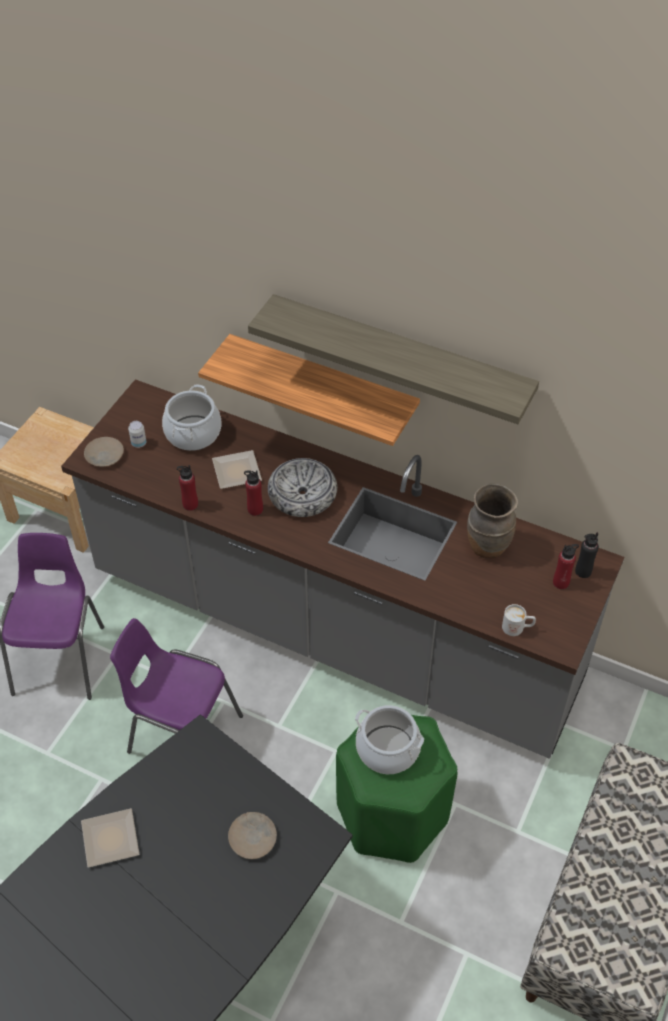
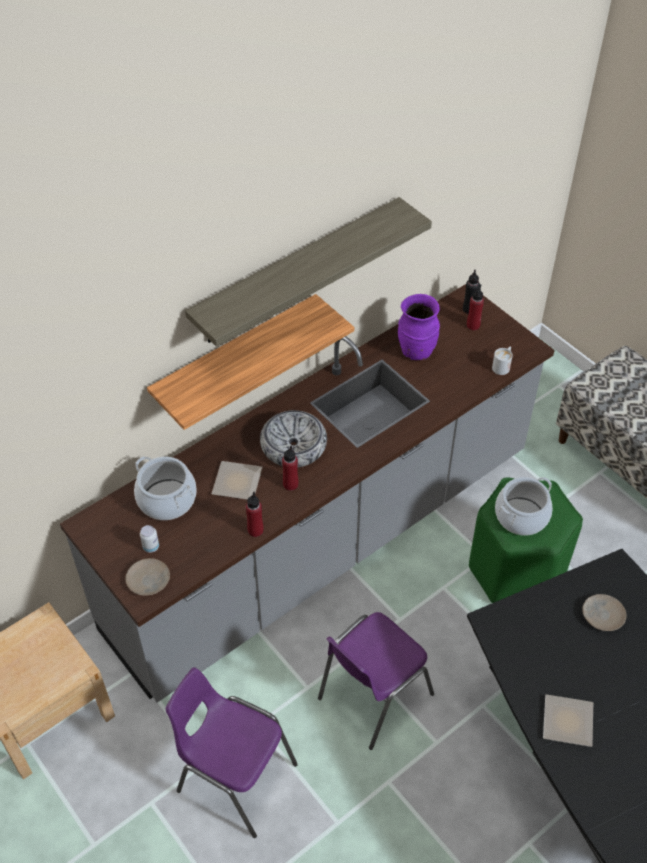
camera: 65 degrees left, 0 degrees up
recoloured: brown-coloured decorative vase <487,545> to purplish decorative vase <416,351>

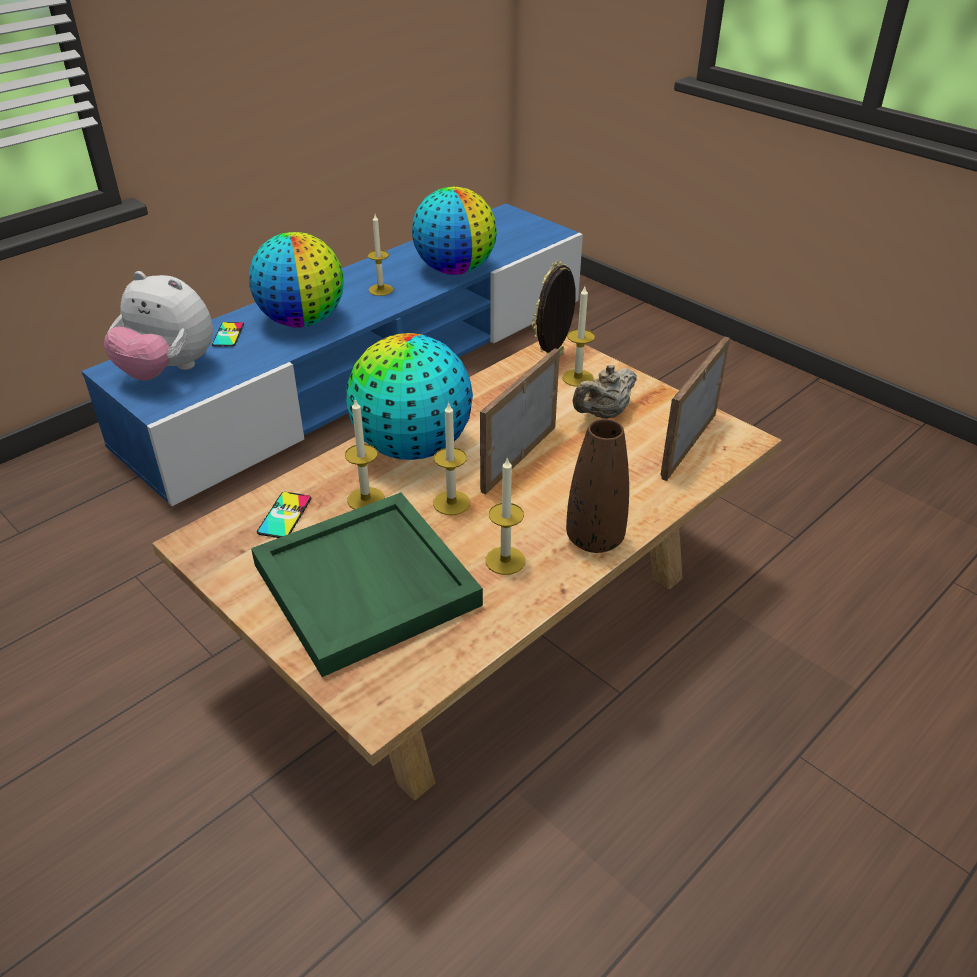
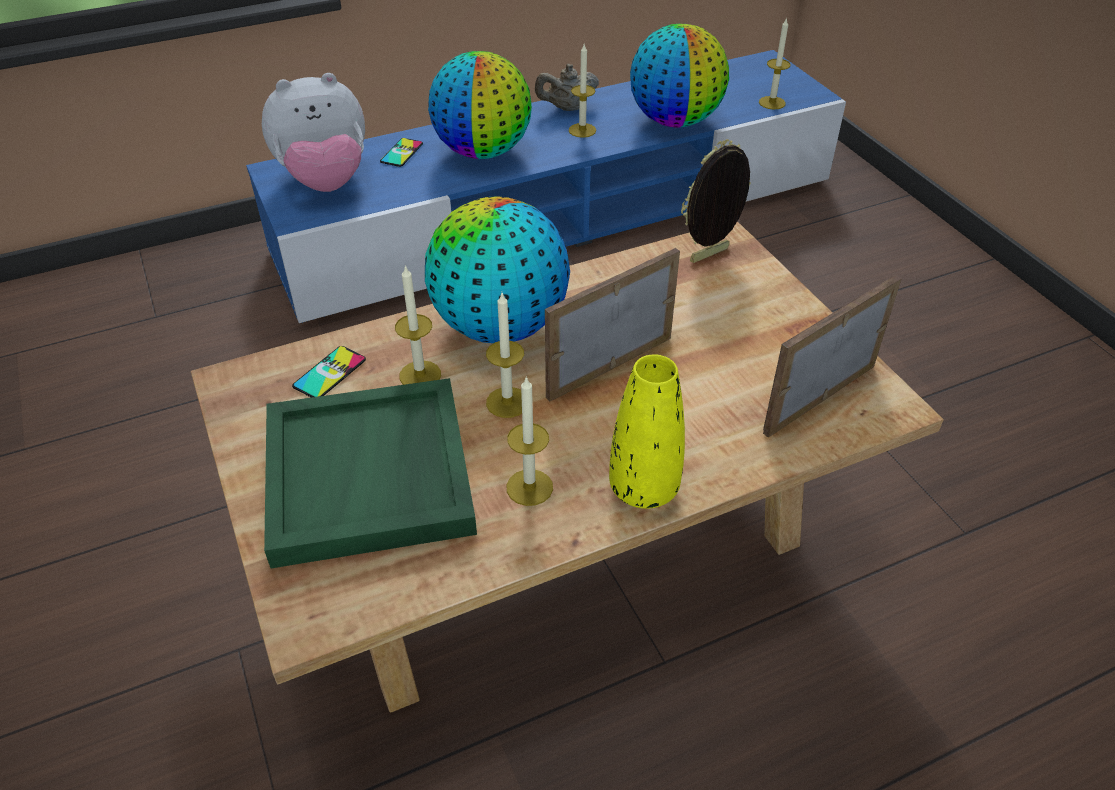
camera: 20 degrees right, 5 degrees up
moved: candle <577,378> to <772,103>; beige-coloured teapot <603,414> to <567,108>
recoloured: brown-coloured decorative vase <594,539> to yellow decorative vase <643,489>
turned: soft toy <168,371> = <325,181> 60 degrees counterclockwise

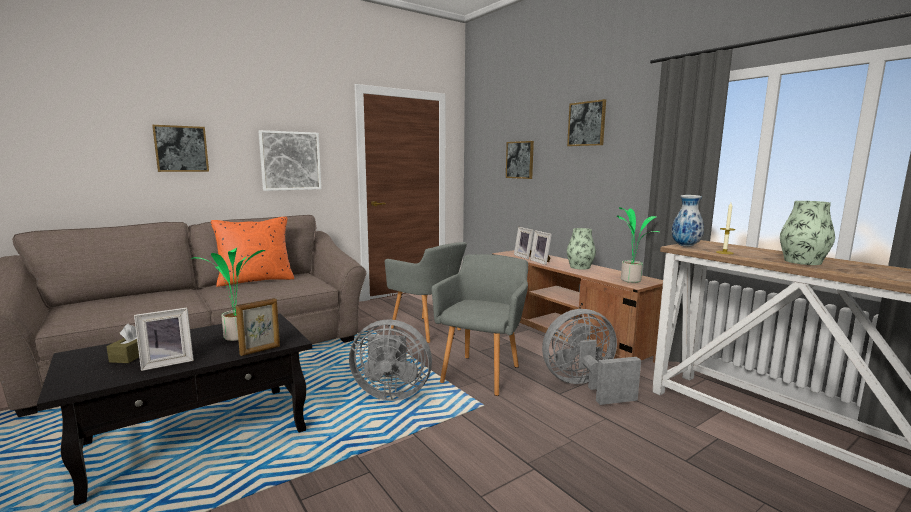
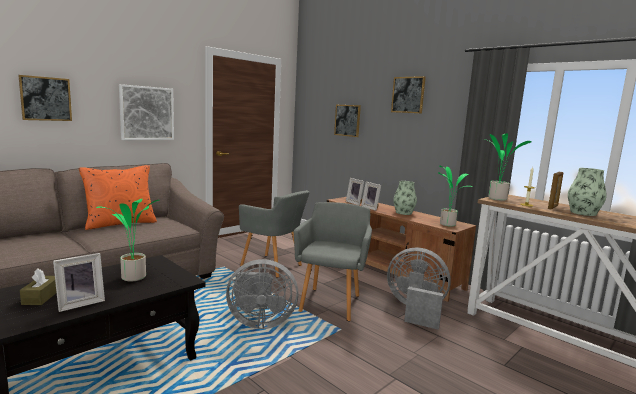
camera: 10 degrees left, 0 degrees up
moved: photo frame <260,350> to <553,207>
replaced: decorative vase <686,246> to potted plant <496,199>
turned: grey electric fan <585,386> = <415,310> 45 degrees clockwise

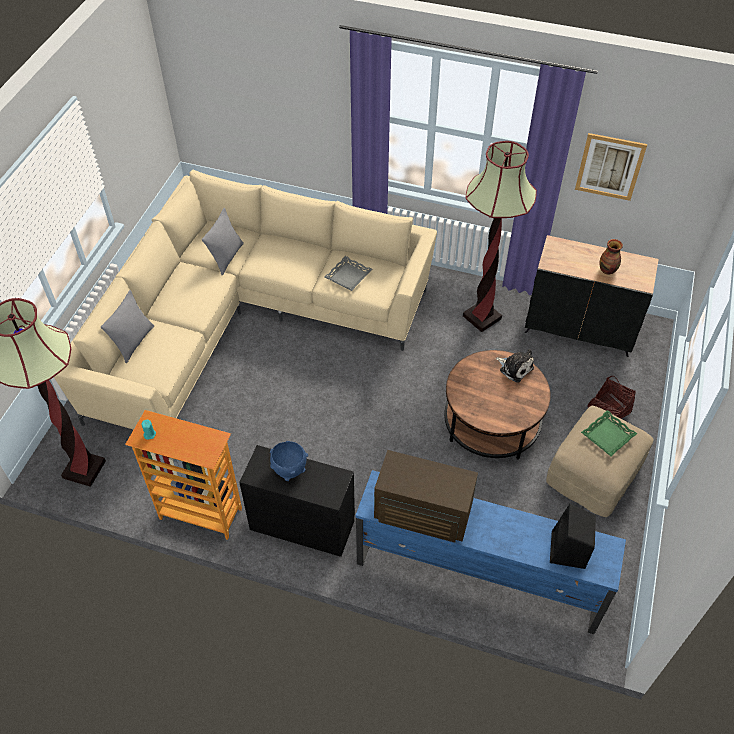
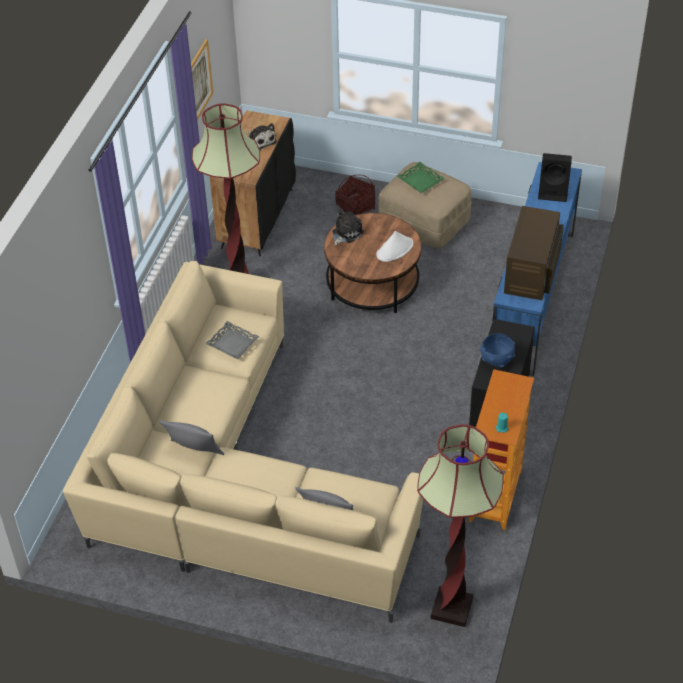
camera: 90 degrees left, 5 degrees down
added: white clothing hat <395,249>
replaced: decorative vase <608,270> to soft toy <260,141>

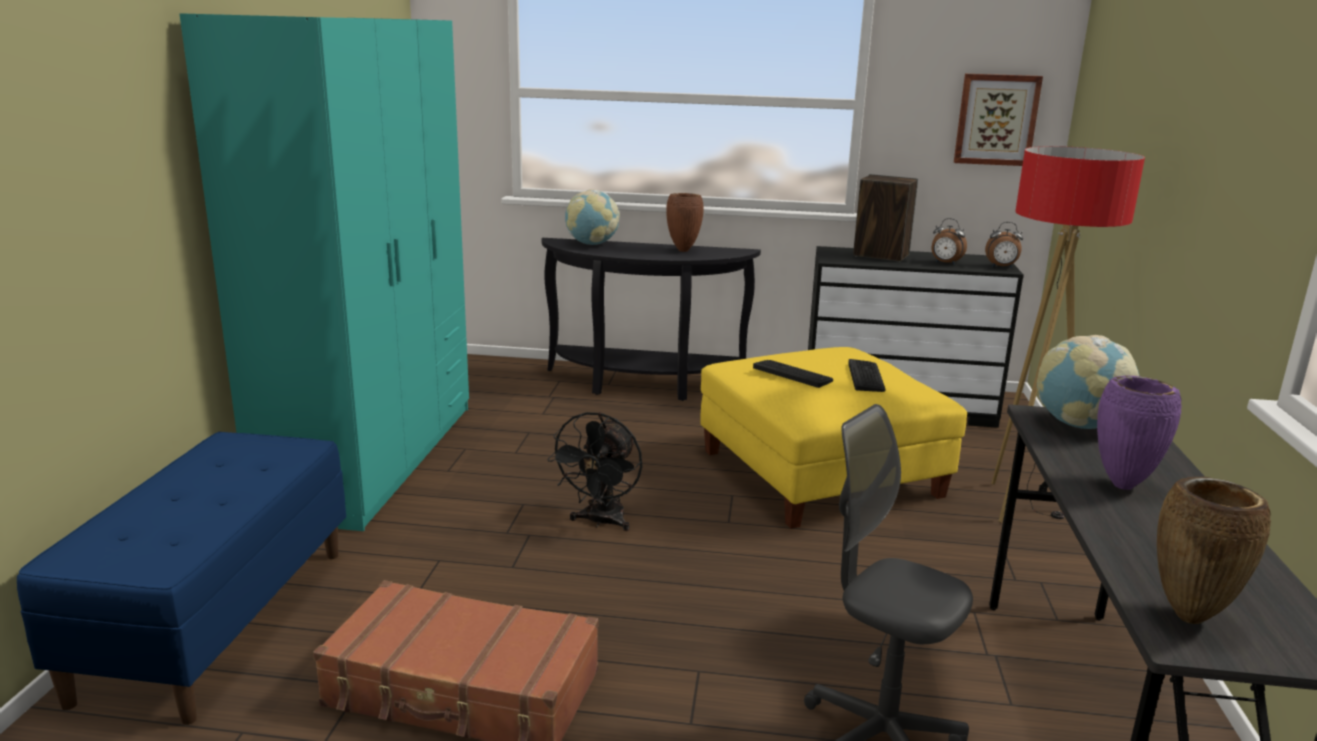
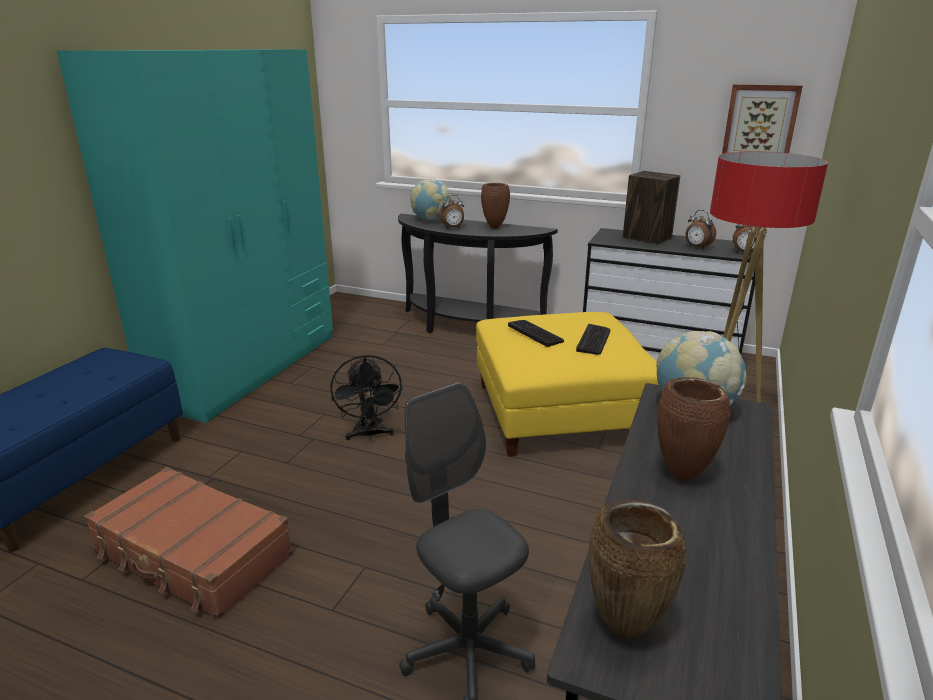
camera: 15 degrees right, 5 degrees up
added: bedside clock <452,228>
recoloured: purplish decorative vase <1123,485> to brown-coloured decorative vase <683,476>
turned: blackish electric fan <601,522> = <369,434> 45 degrees counterclockwise

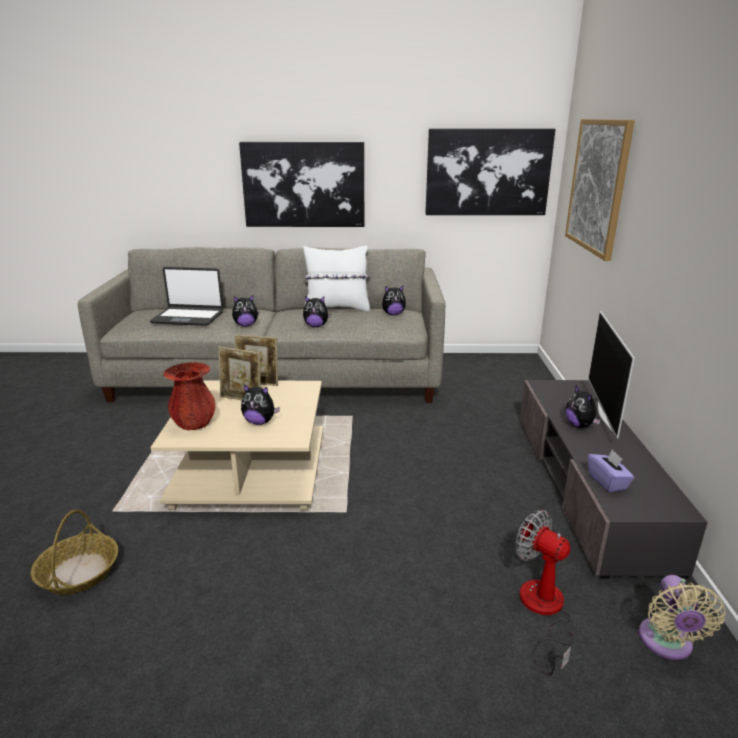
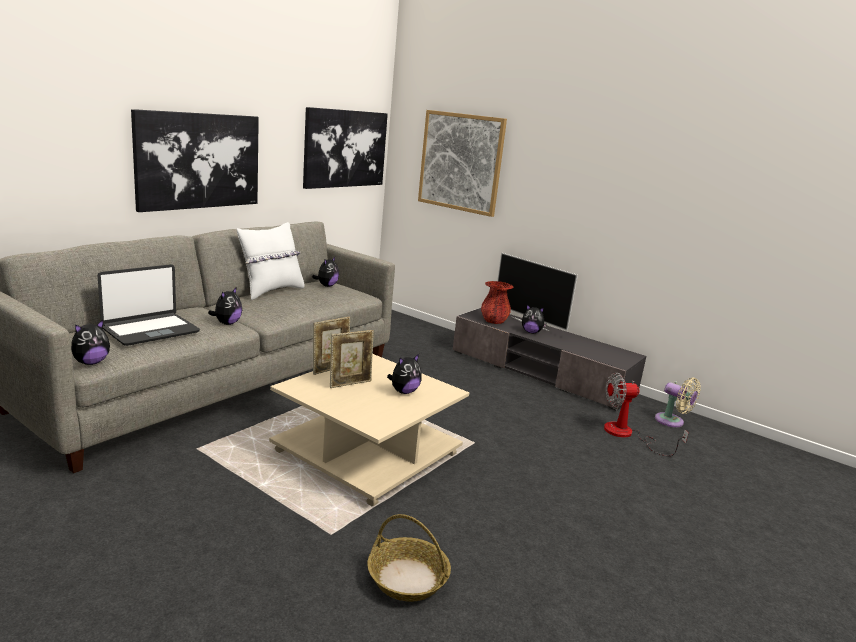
camera: 55 degrees left, 5 degrees down
removed: purplish tissue box <607,482>
moved: red decorative vase <194,424> to <494,321>; soft toy <316,326> to <91,362>

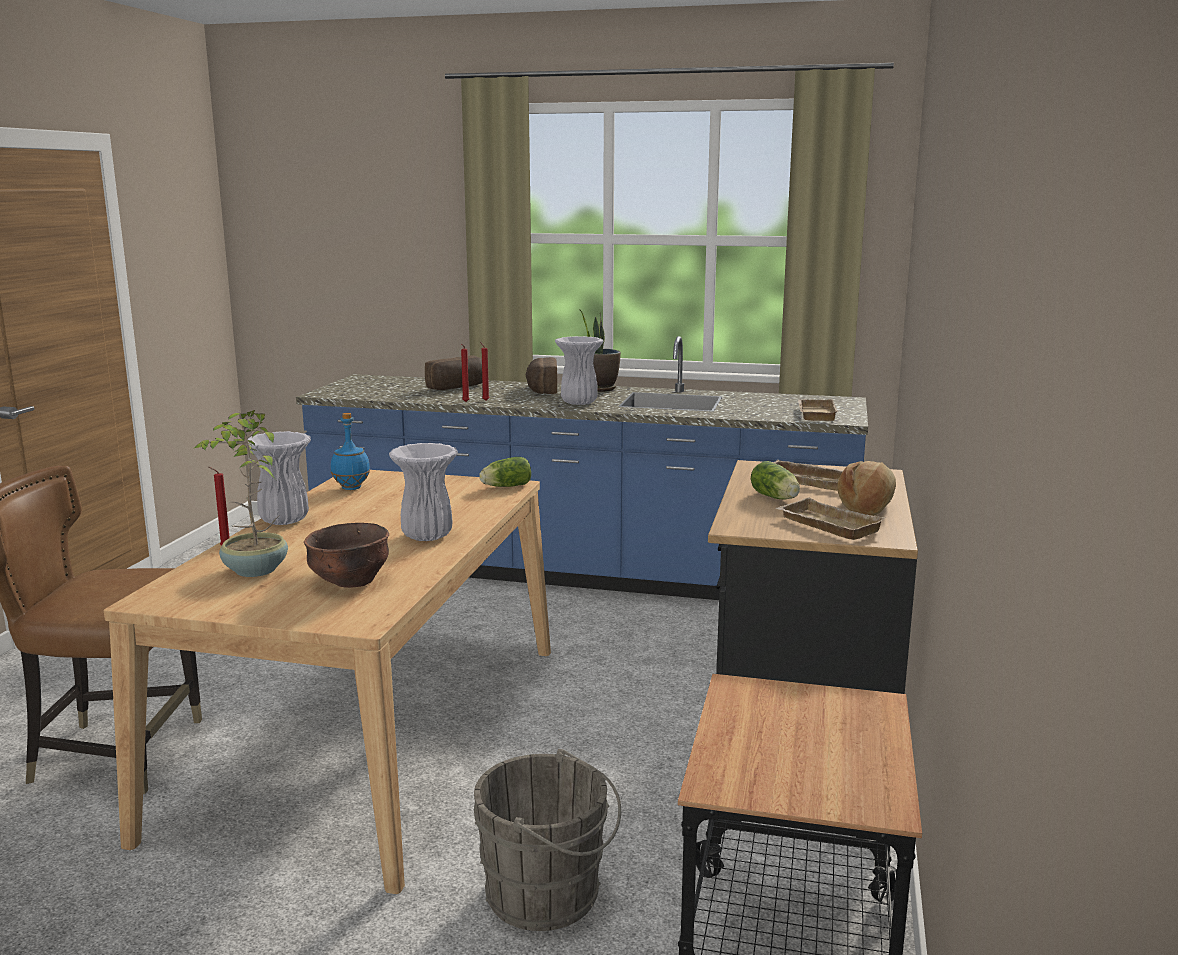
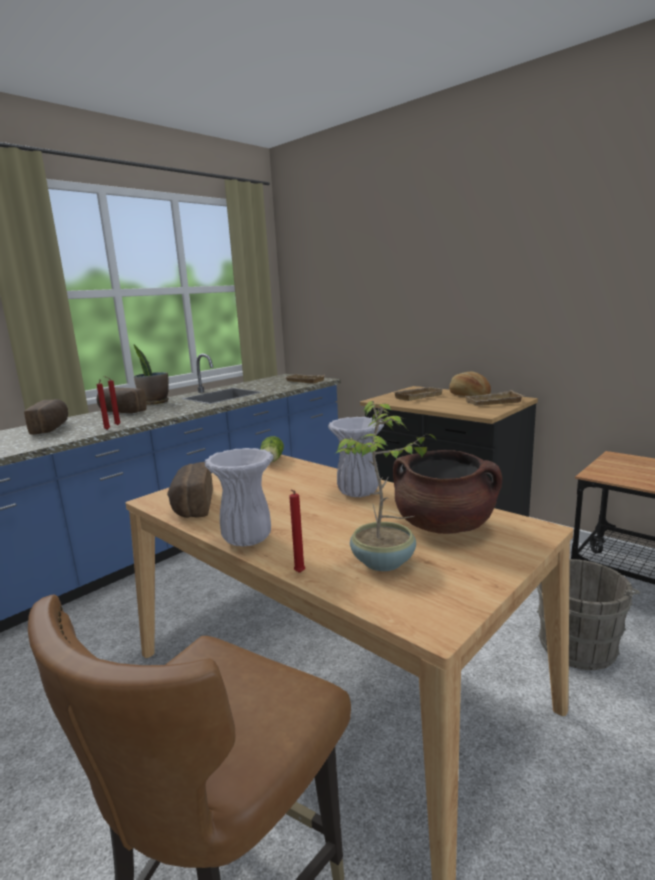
camera: 60 degrees left, 0 degrees up
removed: white decorative vase <578,403>; lettuce <776,498>
replaced: brown-coloured deep dish <350,582> to brown-coloured cooking pot <444,526>; bluish bottle <352,488> to baked bread <192,505>

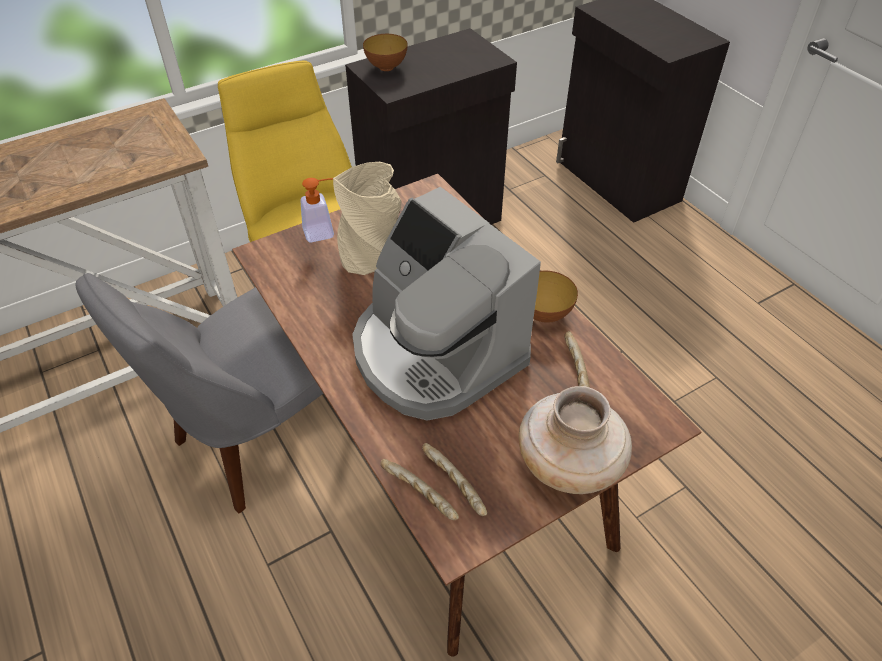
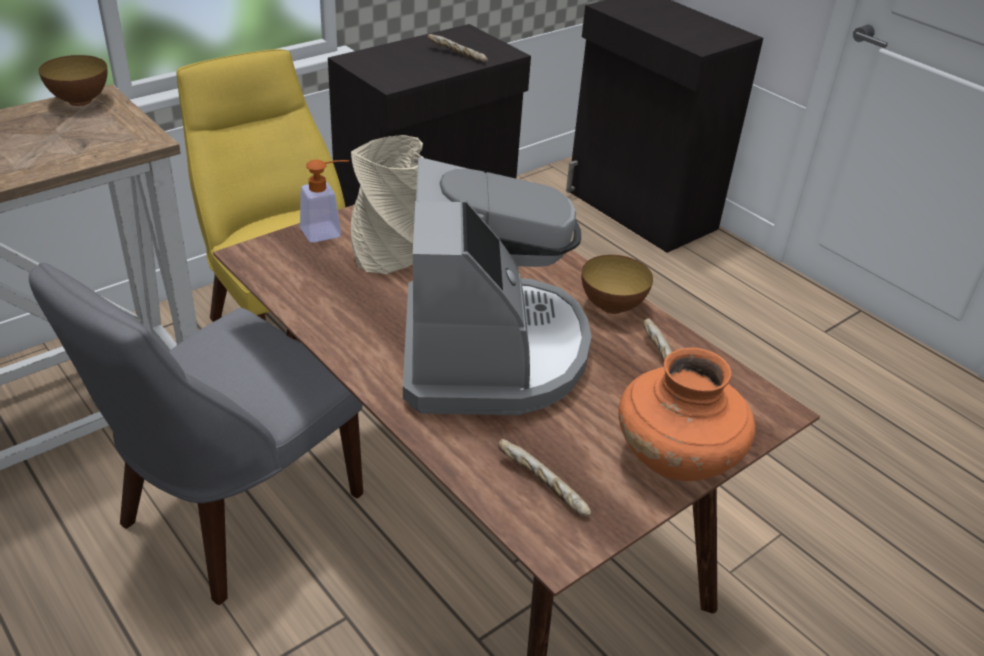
camera: 10 degrees left, 10 degrees down
moved: deep dish <386,67> to <80,101>; baked bread <419,495> to <456,55>
recoloured: beige-coloured decorative vase <569,466> to orange decorative vase <676,459>
turned: coffee machine <435,353> = <490,351> 135 degrees counterclockwise

